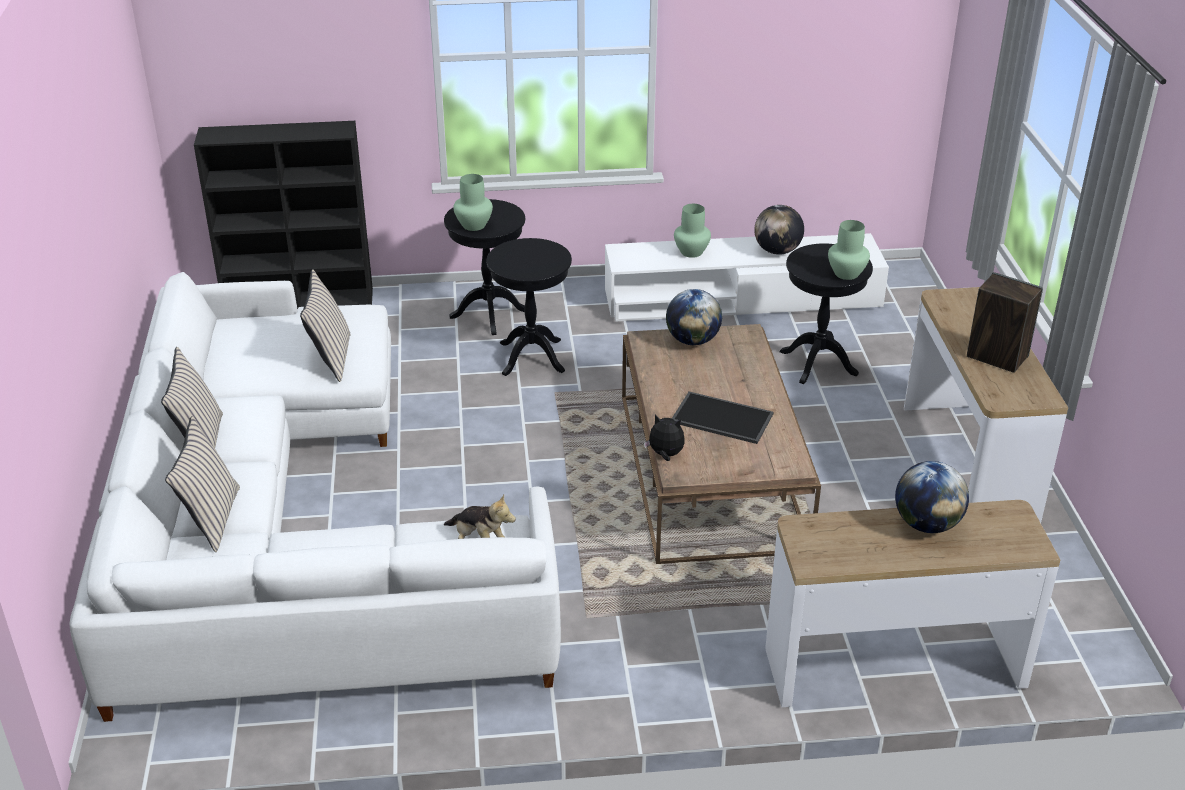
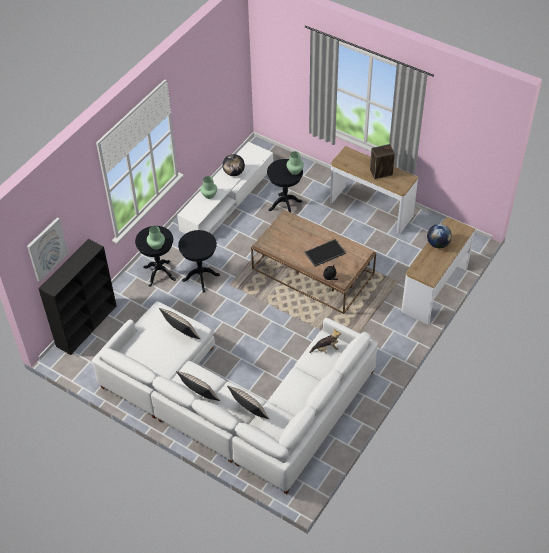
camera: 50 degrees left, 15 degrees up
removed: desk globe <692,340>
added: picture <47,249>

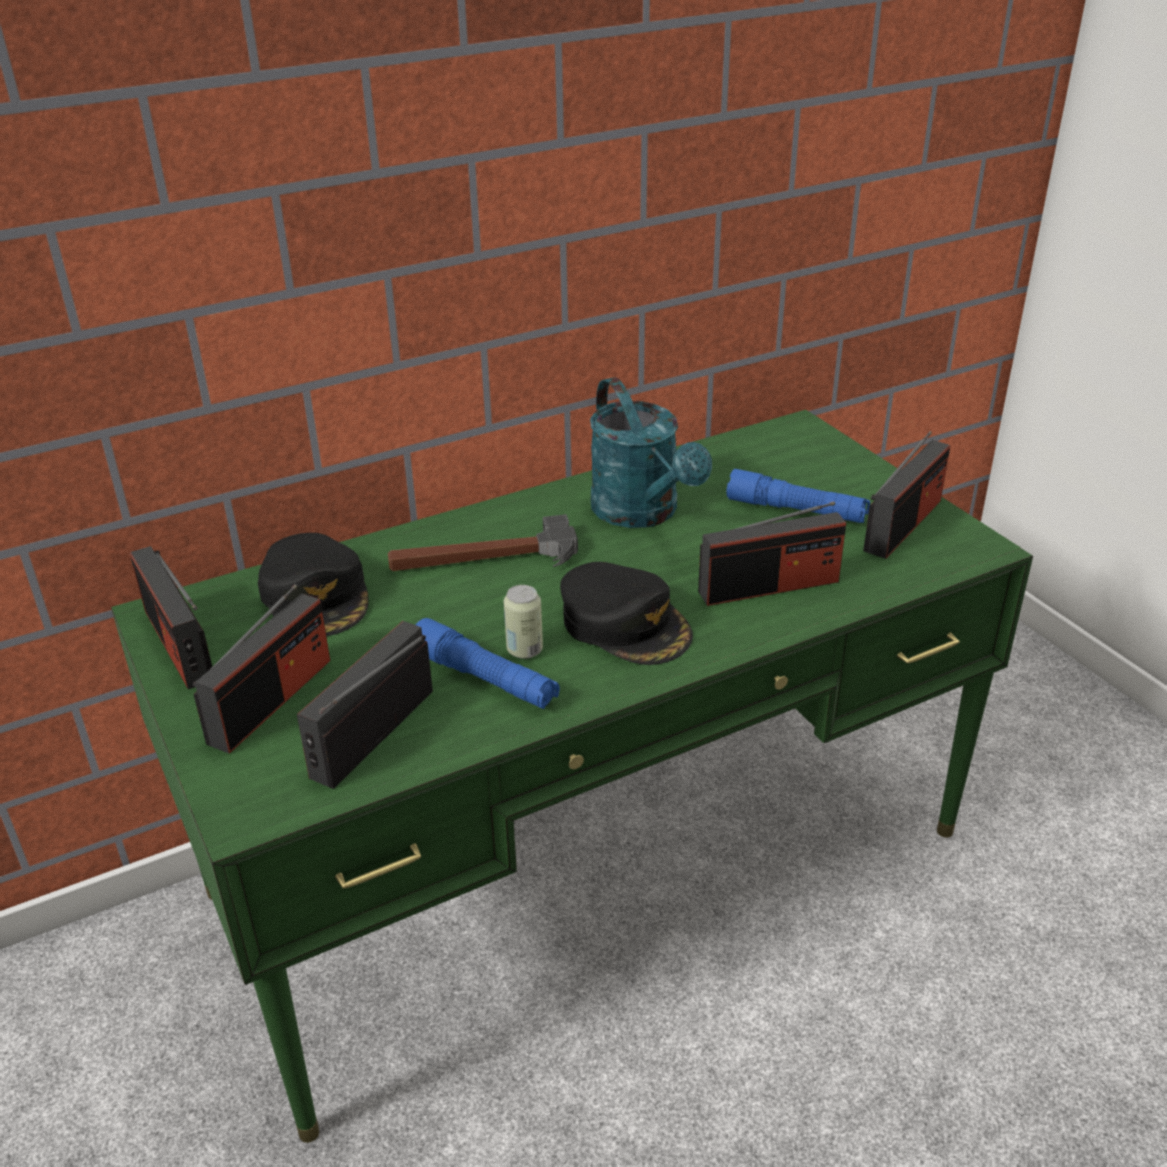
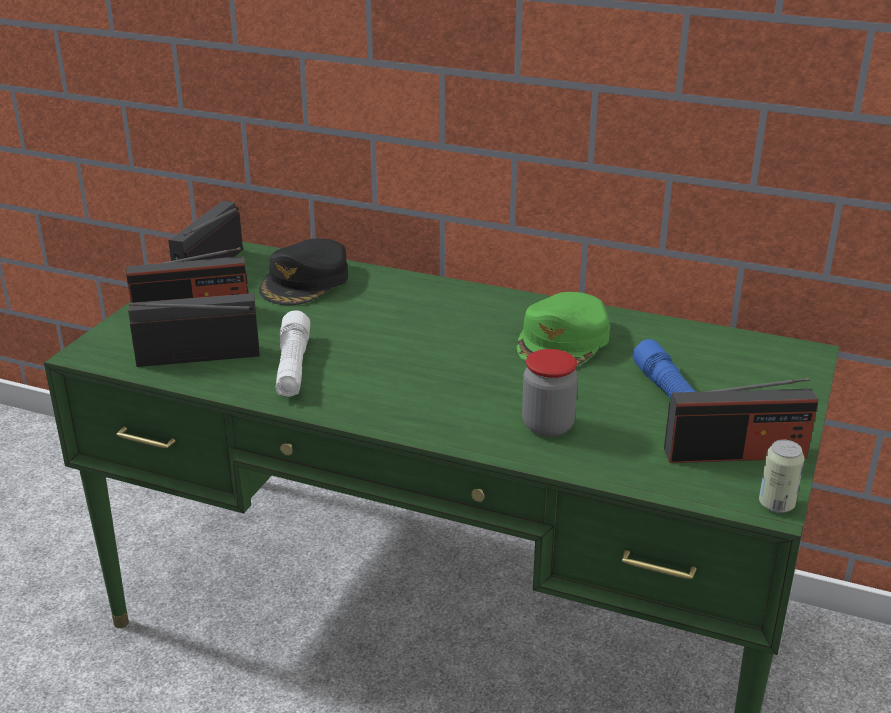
camera: 50 degrees right, 5 degrees down
removed: hammer <484,558>; blackish cap <625,624>
moved: metal can <524,650> to <776,504>
replaced: turquoise-coloured sprinkling can <643,513> to greenish cap <563,341>; radio set <769,586> to preserve jar <547,426>
recoloured: bluish torch <484,679> to white torch <293,367>

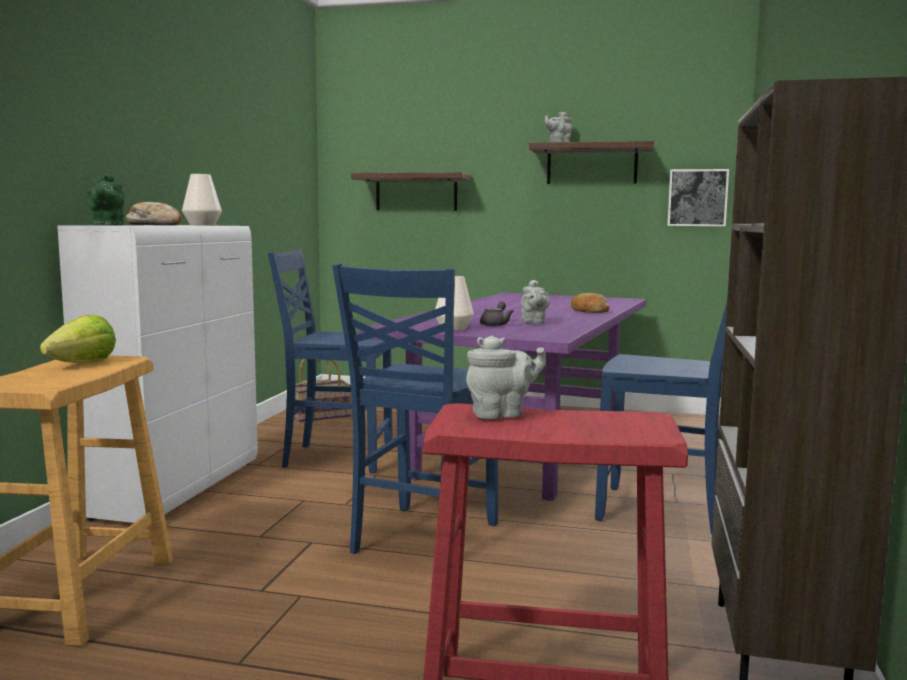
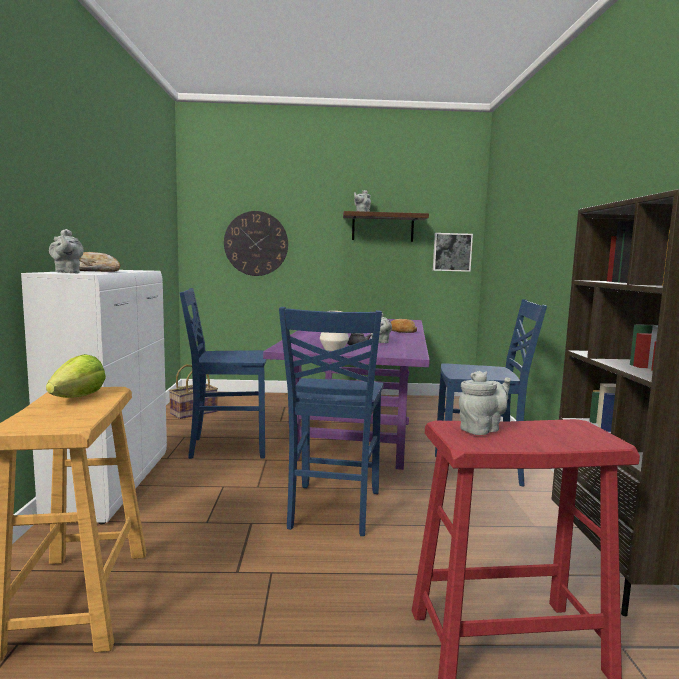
camera: 15 degrees left, 0 degrees up
removed: white decorative vase <202,225>
replaced: wall shelf <416,192> to clock on the wall <256,243>
recoloured: greenish teapot <108,225> to grey teapot <67,273>

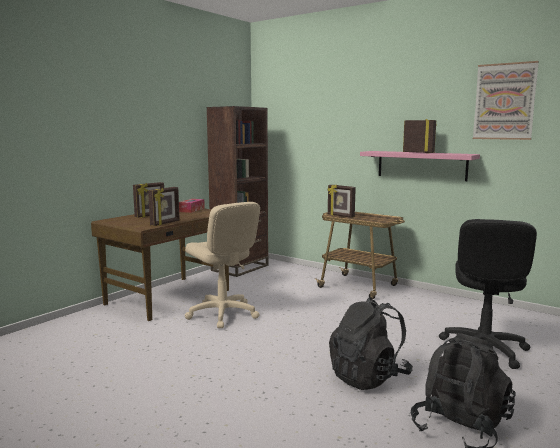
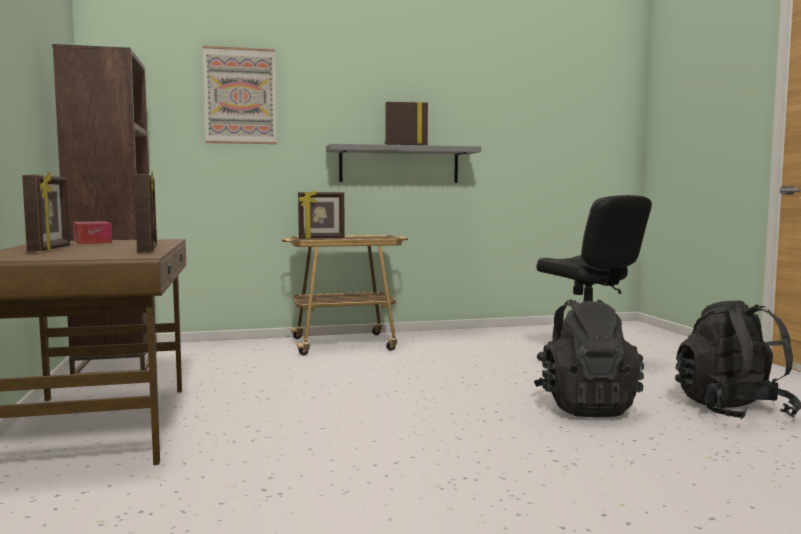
camera: 50 degrees left, 5 degrees down
removed: beige-coloured desk chair <222,314>
moved: picture <504,101> to <240,96>
recoloured: pink wall shelf <421,165> to grey wall shelf <399,165>

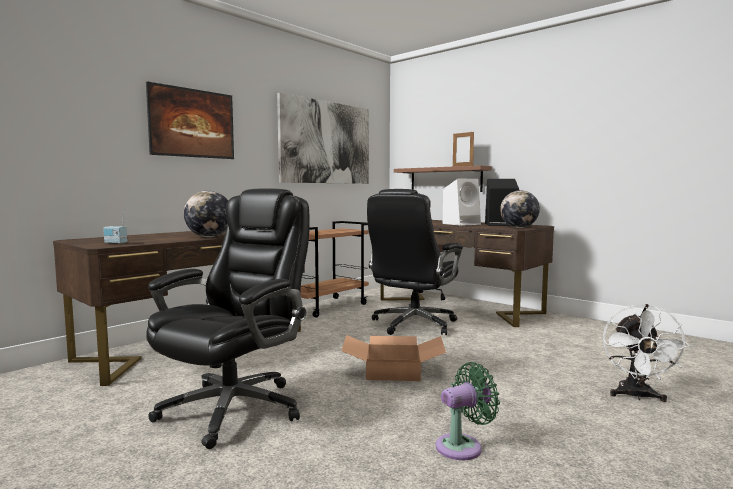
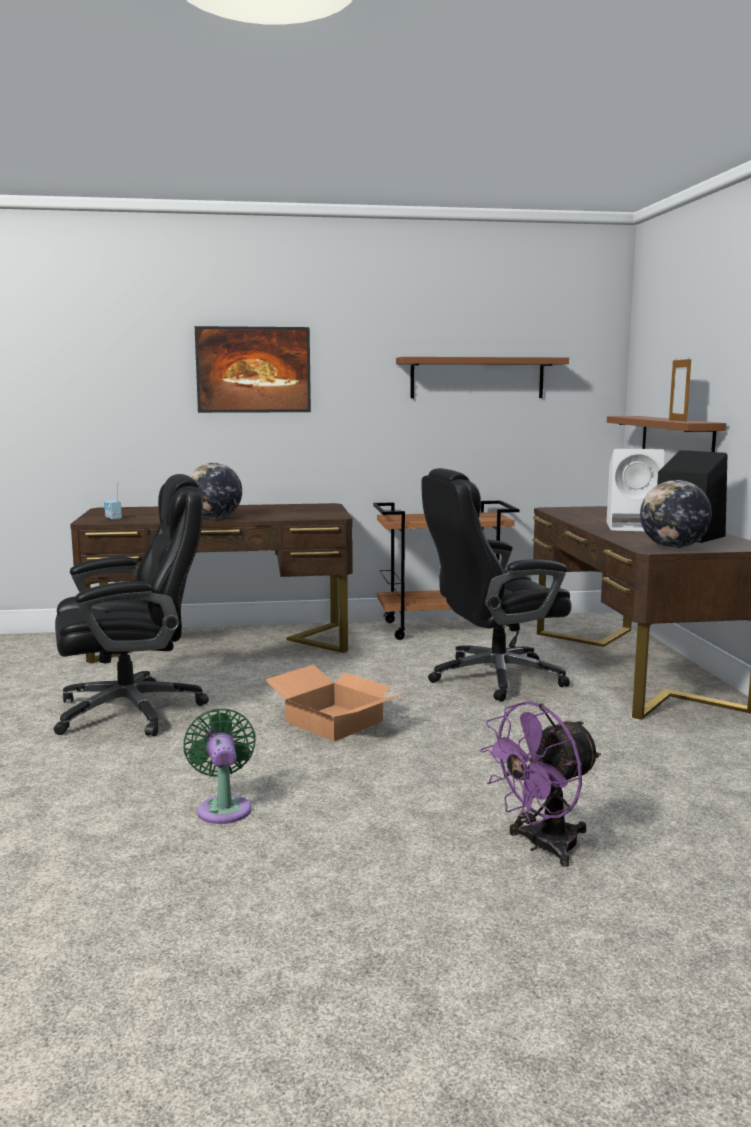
camera: 40 degrees right, 5 degrees up
replaced: picture <326,142> to brown-coloured wall shelf <477,378>
recoloured: white electric fan <637,396> to purplish electric fan <542,846>
turned: greenish electric fan <463,446> = <224,807> 120 degrees counterclockwise

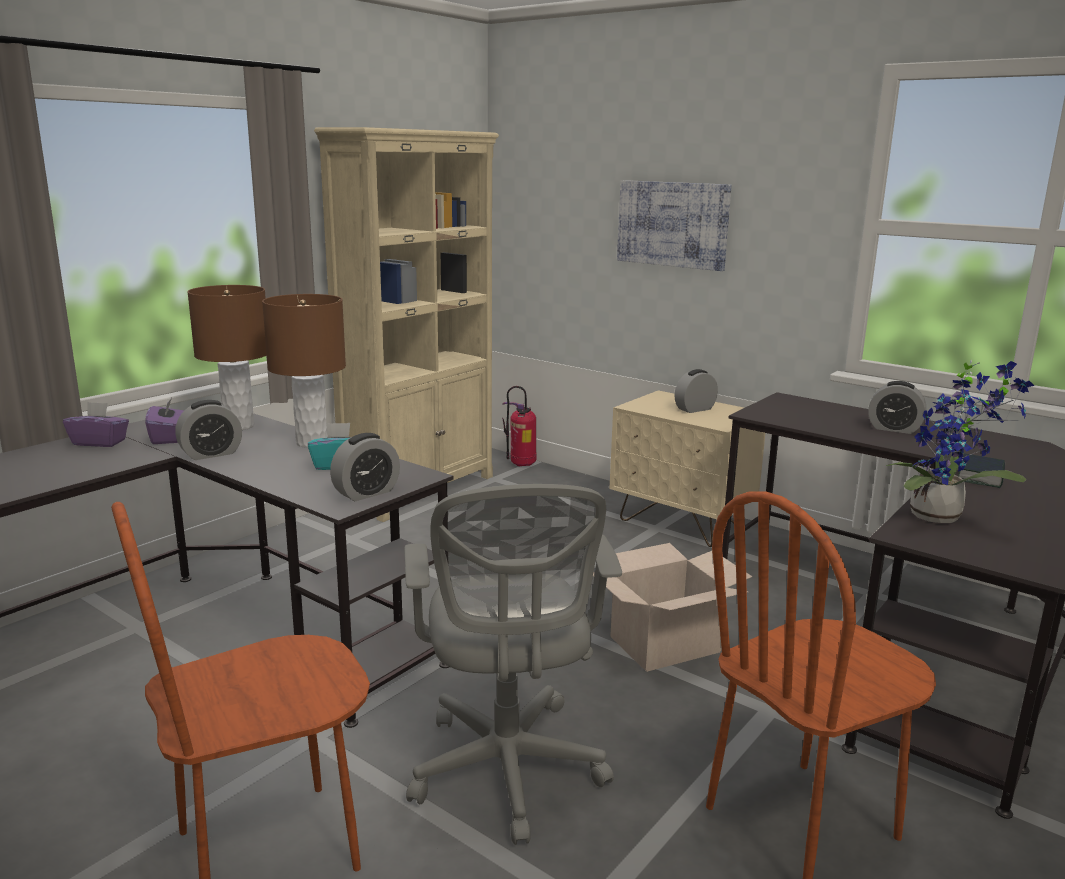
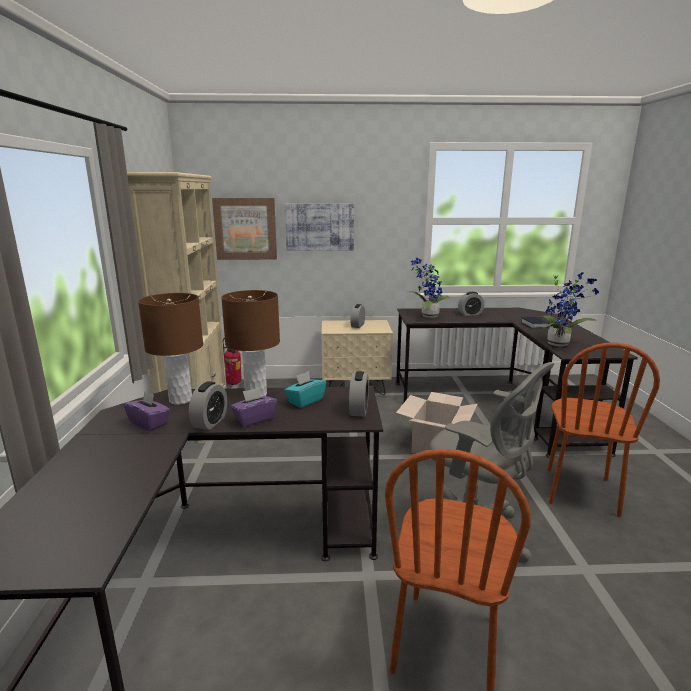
camera: 40 degrees left, 0 degrees up
added: picture <245,229>; potted plant <427,316>
moved: purplish tissue box <99,442> to <254,419>

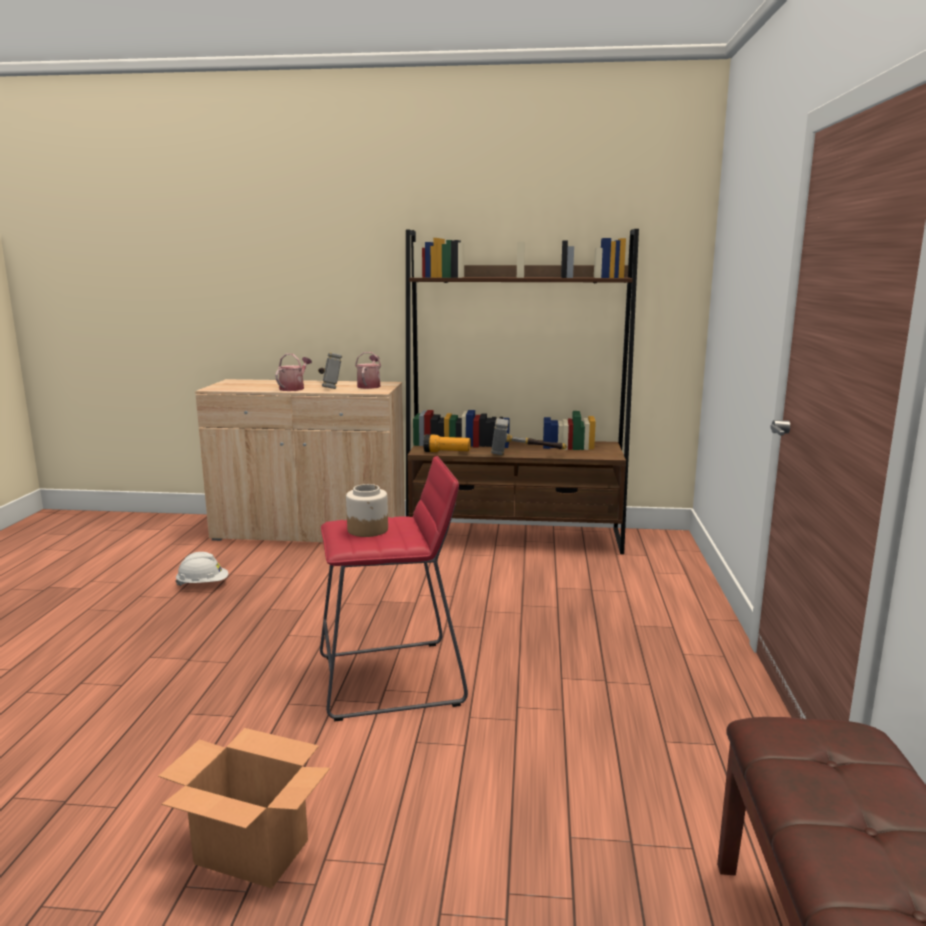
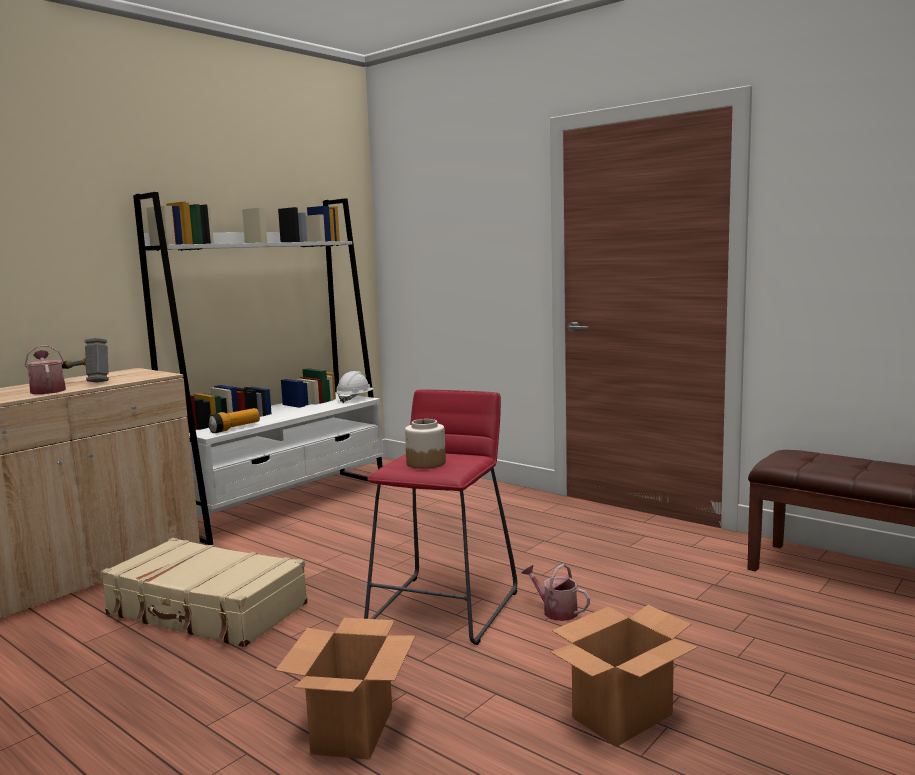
camera: 55 degrees left, 5 degrees down
removed: hammer <525,455>
added: beige-coloured travel case <206,610>; packing box <353,729>
moved: white work helmet <203,584> to <355,399>; sprinkling can <369,386> to <555,611>
recoloured: brown-coloured bookcase <515,538> to white bookcase <285,504>

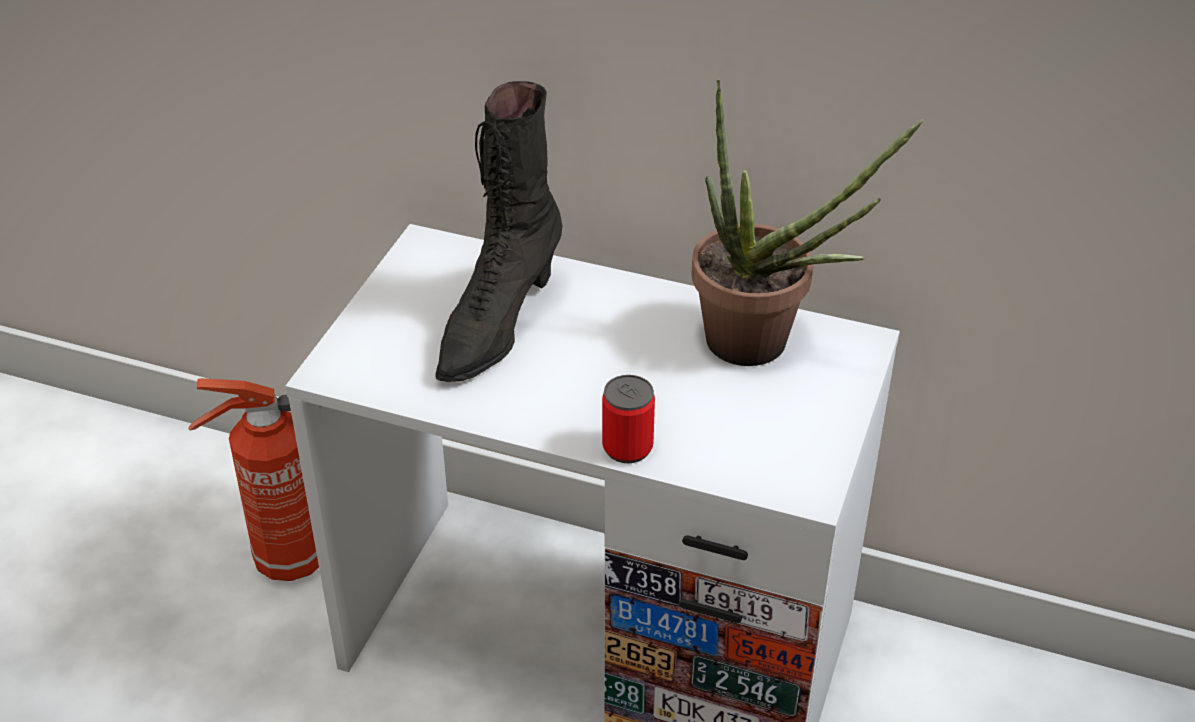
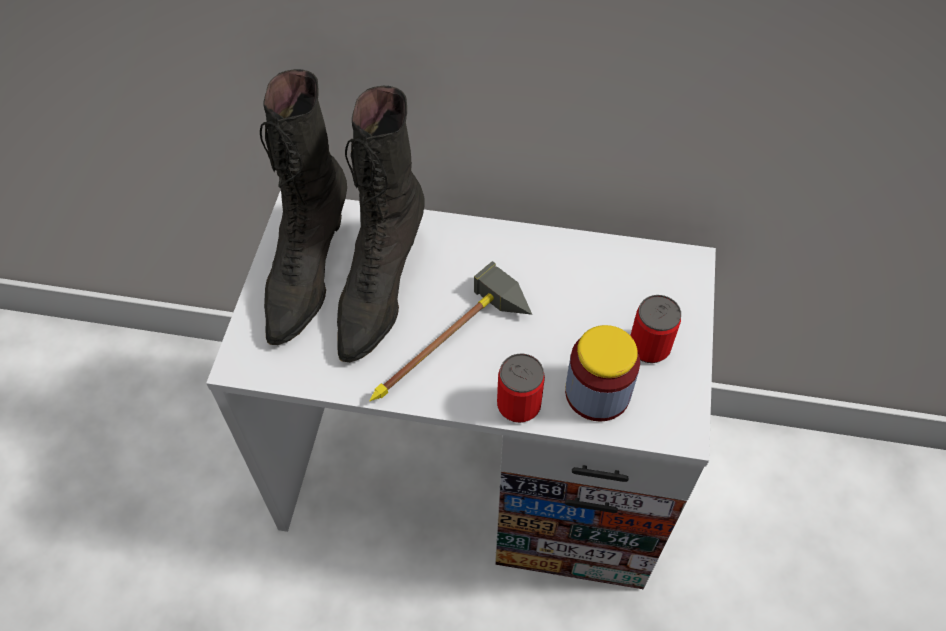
camera: 10 degrees left, 15 degrees up
removed: fire-fighting cylinder <286,559>; potted plant <763,347>
added: blackish boot <307,274>; hammer <449,352>; preserve jar <597,393>; metal can <649,347>

